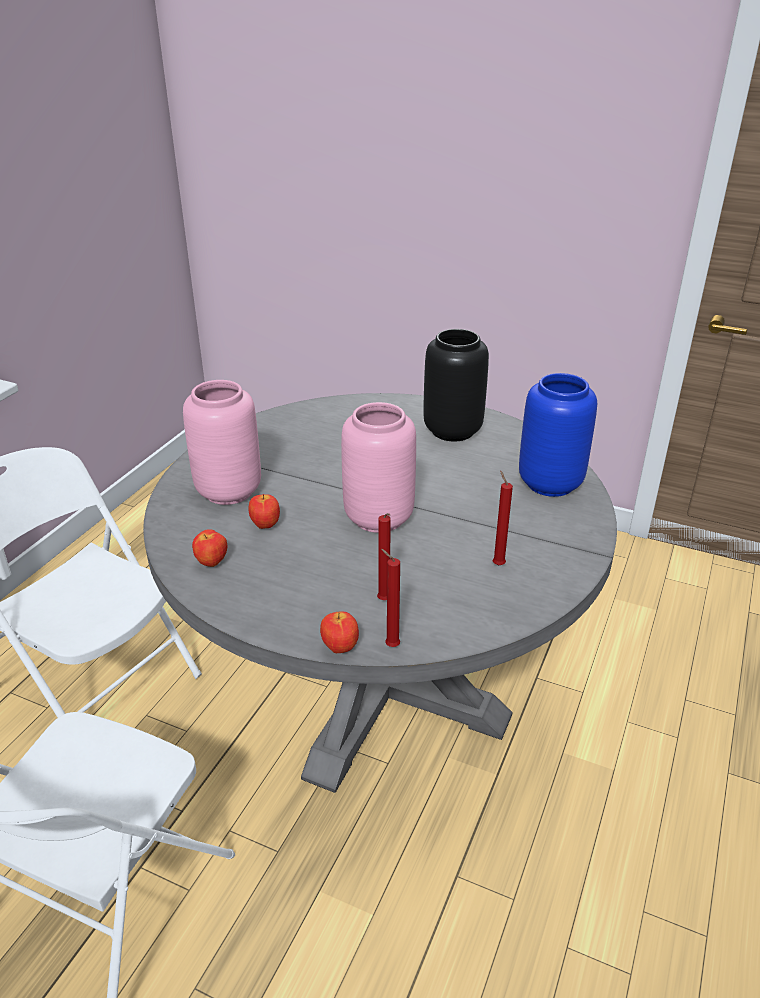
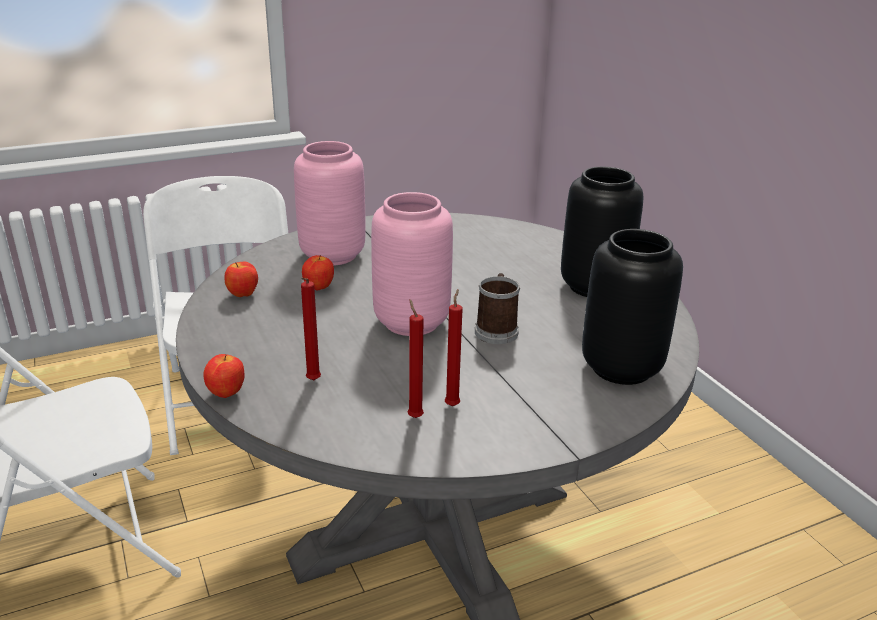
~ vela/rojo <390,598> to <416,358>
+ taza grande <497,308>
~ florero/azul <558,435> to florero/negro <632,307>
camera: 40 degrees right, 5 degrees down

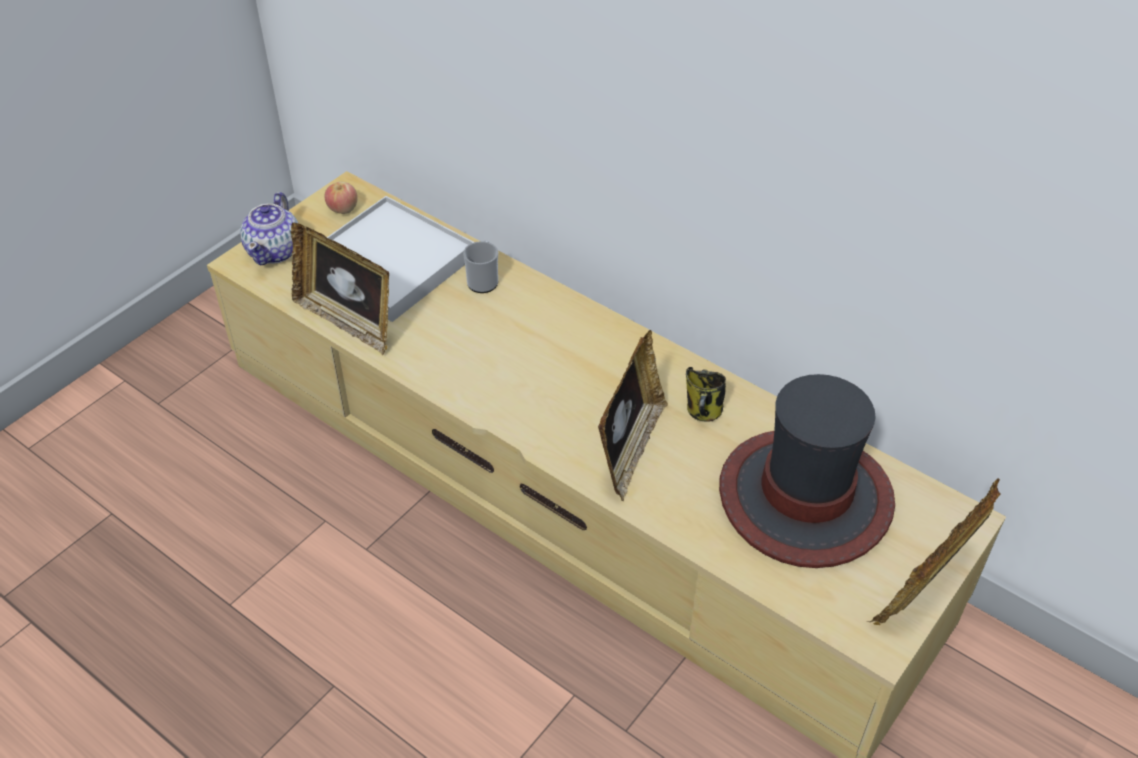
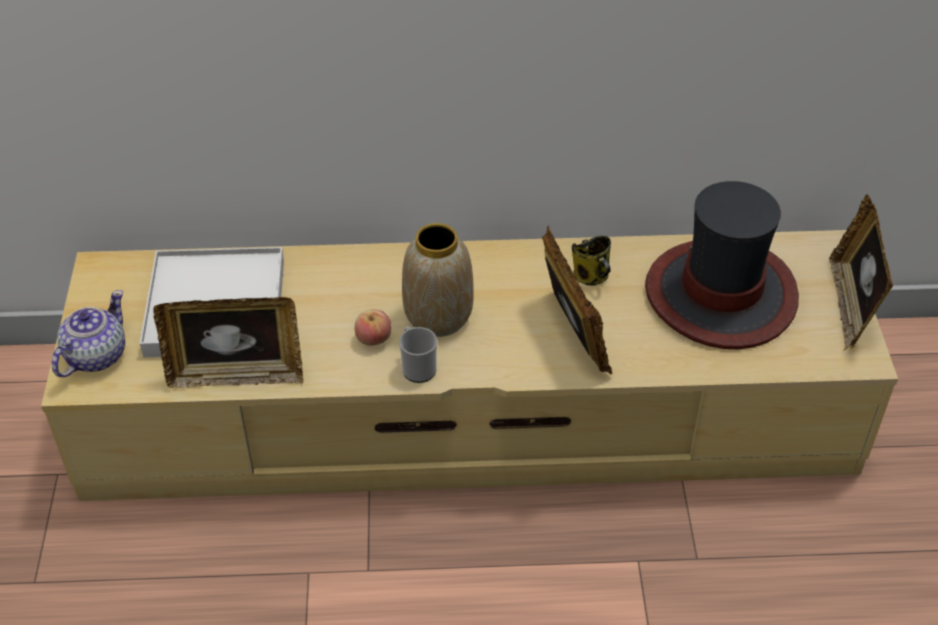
~ tetera <269,228> = <88,333> 120 degrees counterclockwise
~ manzana <341,197> to <373,327>
~ taza grande <480,266> to <418,355>
+ florero <438,280>
camera: 40 degrees left, 0 degrees up

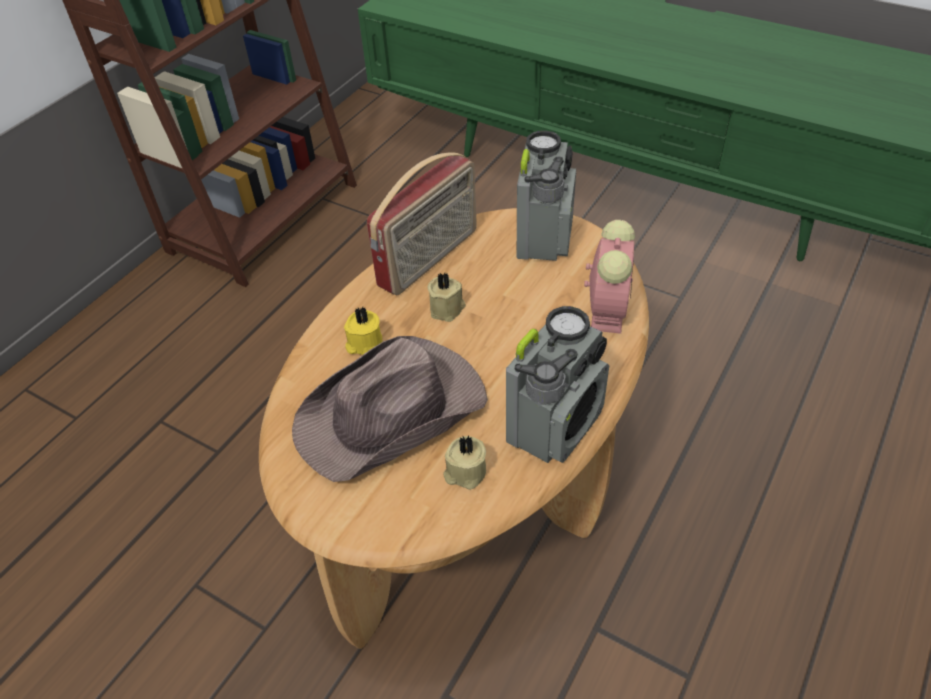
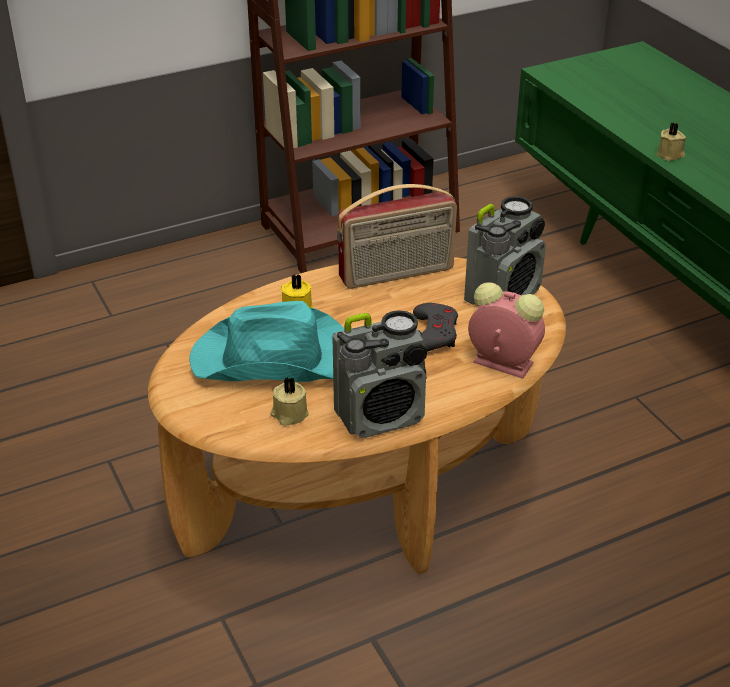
~ sombrero/marrón <390,409> to sombrero/turquesa <267,341>
+ mando de consola/gris <435,327>
~ despertador <609,277> = <506,330> 105 degrees counterclockwise
~ vela/beis <447,297> to <671,141>
camera: 30 degrees right, 10 degrees down

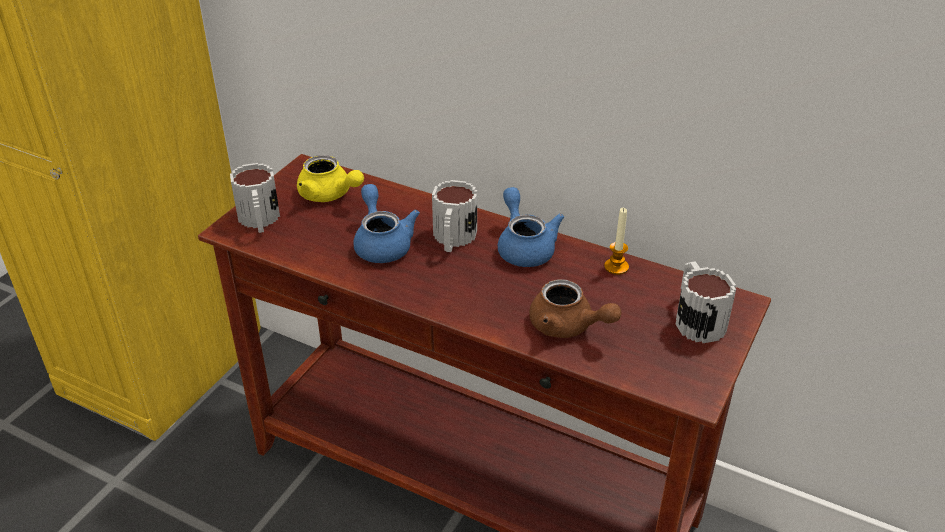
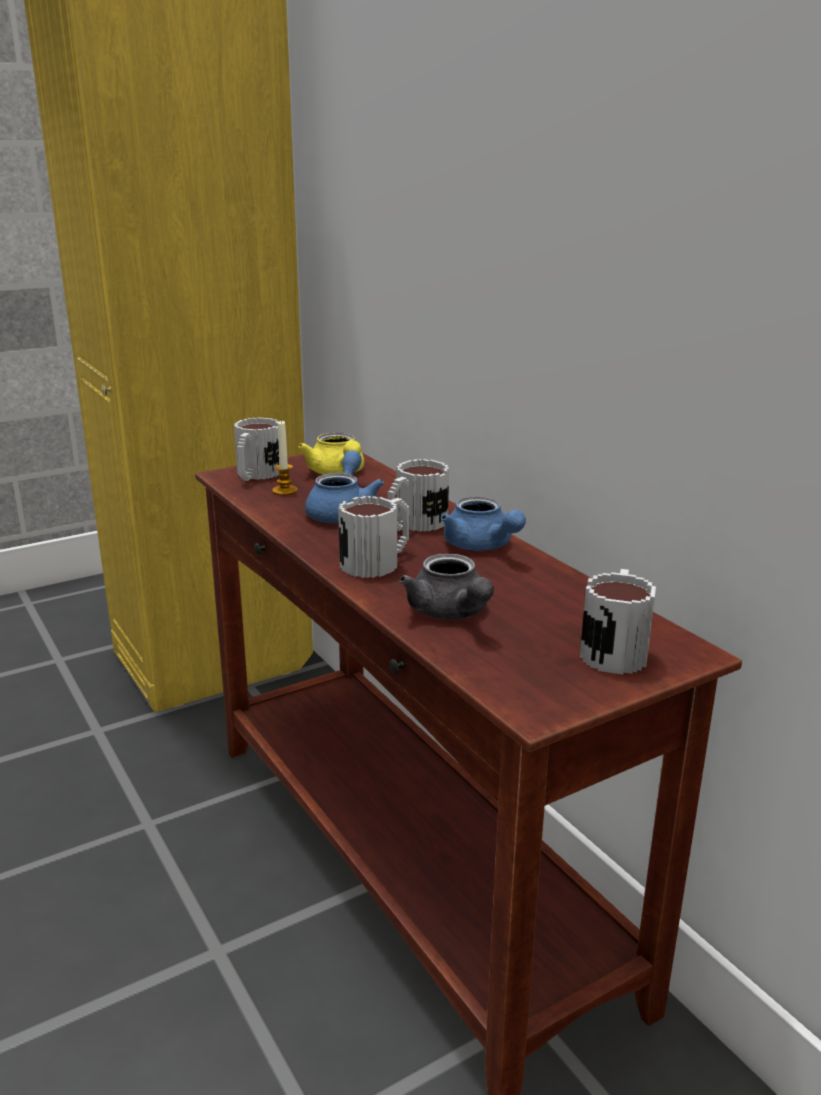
~ vela <616,241> to <285,457>
+ taza grande <373,537>
~ tetera/marrón <575,308> to tetera/gris <446,586>
~ tetera/azul <531,227> = <483,523> 135 degrees clockwise
camera: 30 degrees right, 15 degrees down

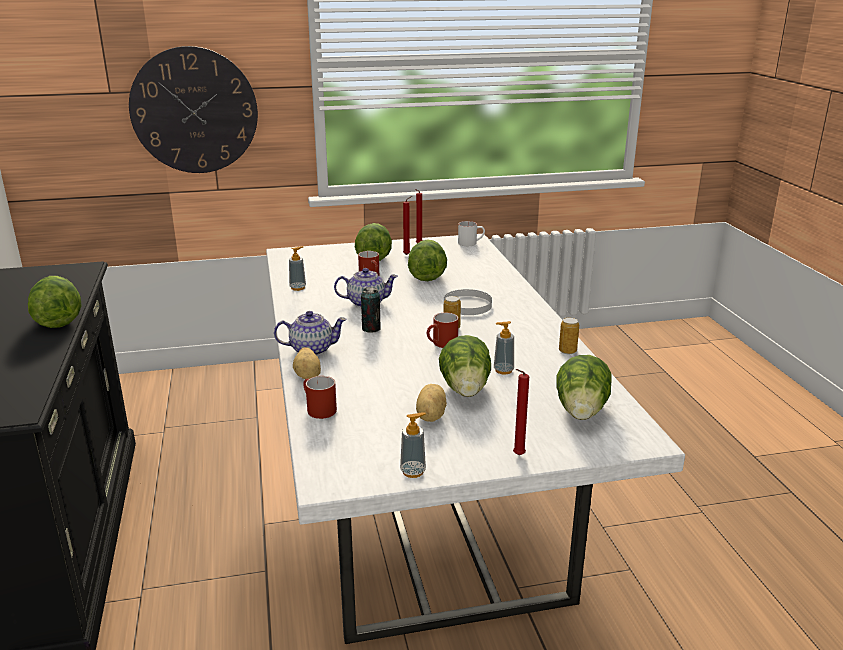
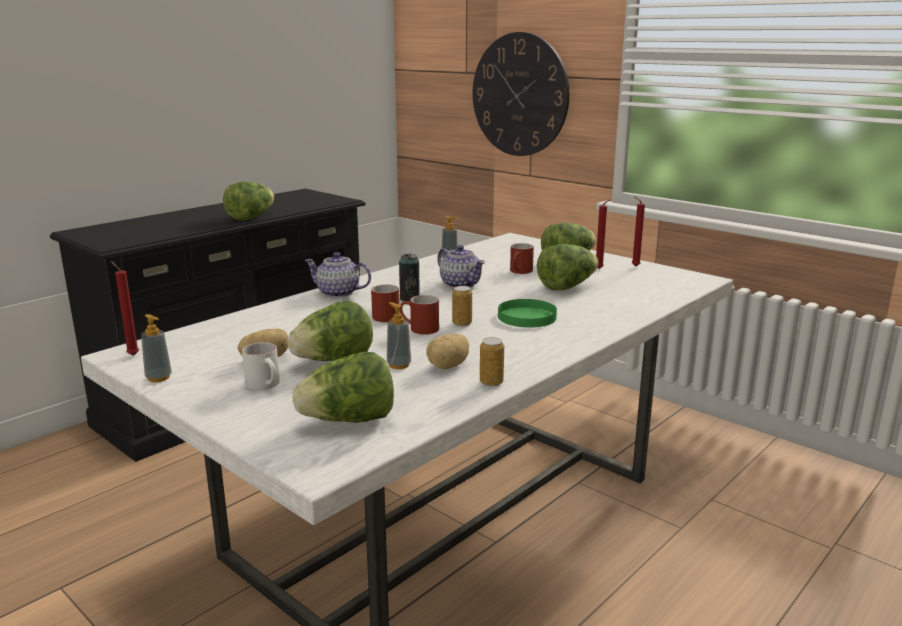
~ vela/rojo <521,412> to <125,308>
~ taza grande/blanco <471,233> to <261,366>
~ tetera <310,333> = <337,275> 150 degrees clockwise
~ taza grande/rojo <320,397> to <385,303>
~ patata <307,363> to <447,351>
~ plato/blanco <468,302> to plato/verde <527,313>
camera: 55 degrees right, 5 degrees down

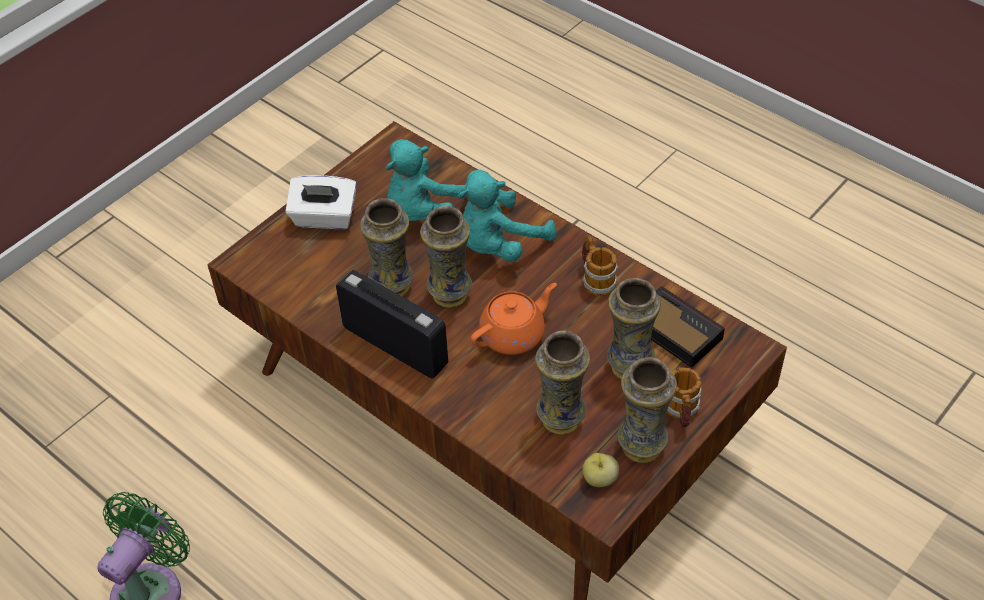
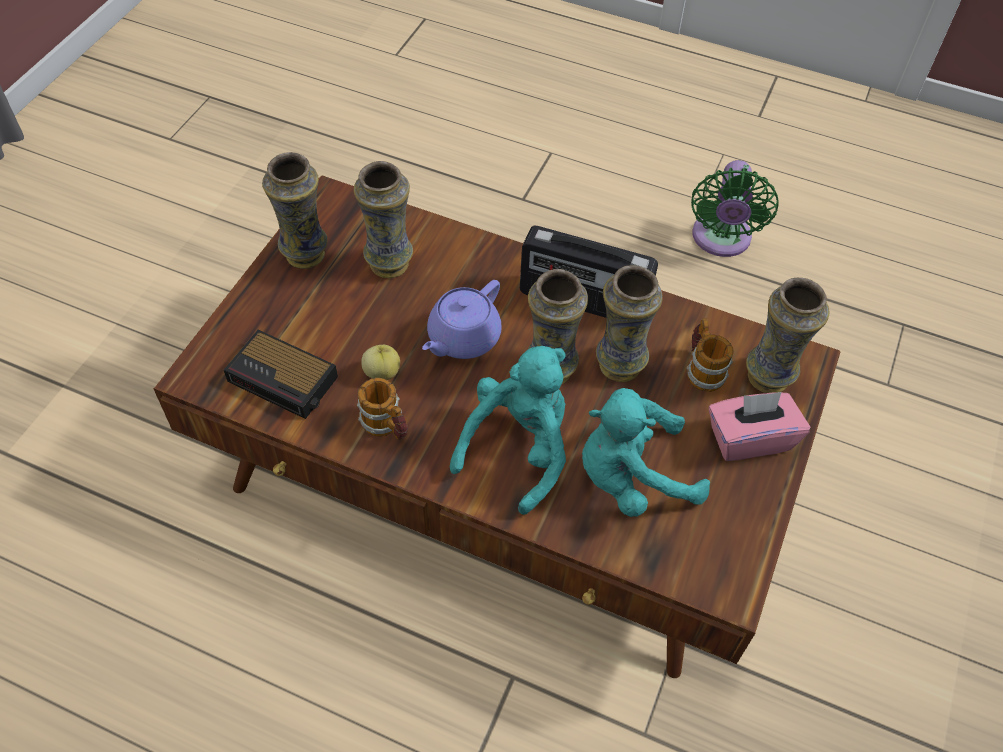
~ manzana <600,470> to <380,362>
~ tetera/naranja <513,319> to tetera/morado <462,319>
~ peluche/turquesa <426,180> = <646,452> 120 degrees counterclockwise
~ taza grande <684,397> to <710,355>
~ caja de pañuelos/blanco <321,202> to caja de pañuelos/rosa <759,426>
~ florero <634,328> to <787,335>
camera: 160 degrees right, 5 degrees up

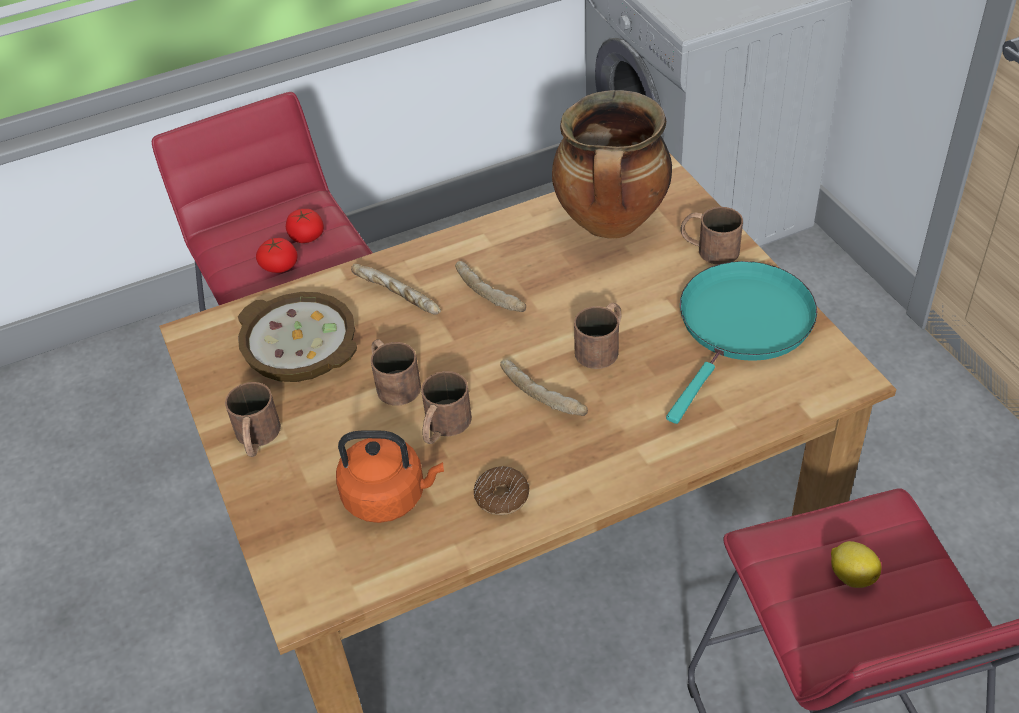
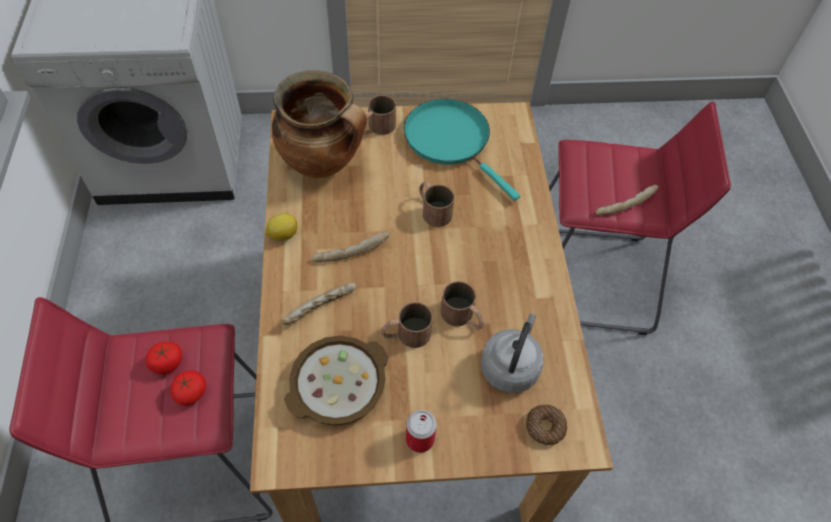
~ limón <856,564> to <281,227>
~ taza grande/marrón <253,419> to lata <421,431>
~ hervidor/naranja <390,476> to hervidor/gris <512,353>
~ rosquilla <501,490> to <546,425>
~ pan <544,387> to <627,200>
camera: 75 degrees left, 10 degrees up

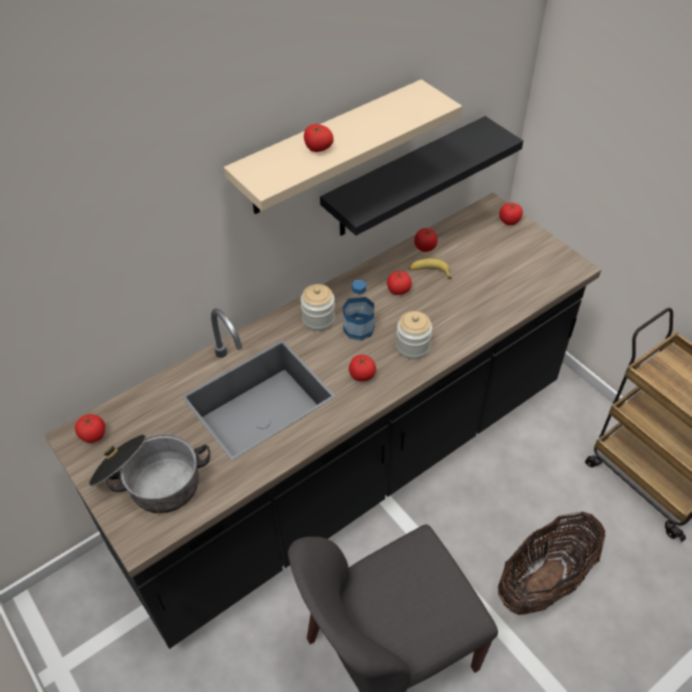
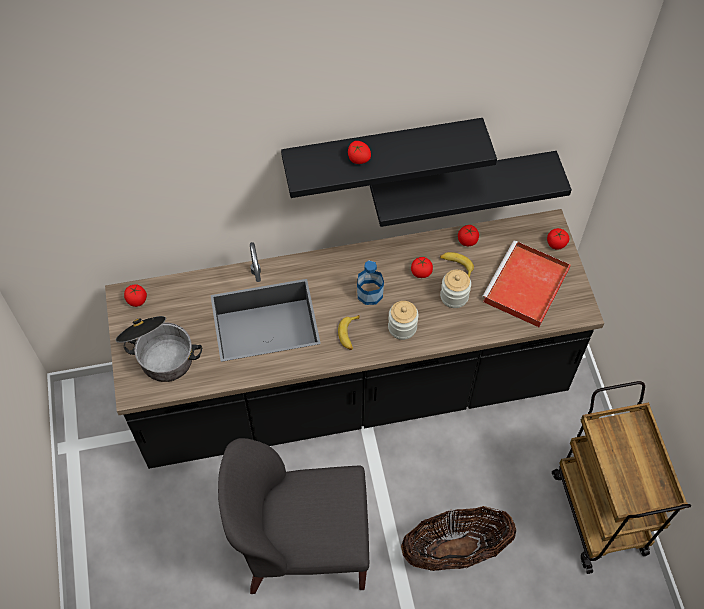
~ estante/beis <343,146> to estante/negro <389,158>
~ tomate <362,368> to plátano <349,332>
~ tarro <318,307> to <455,289>
+ bandeja/rojo <526,284>
camera: 25 degrees right, 10 degrees up

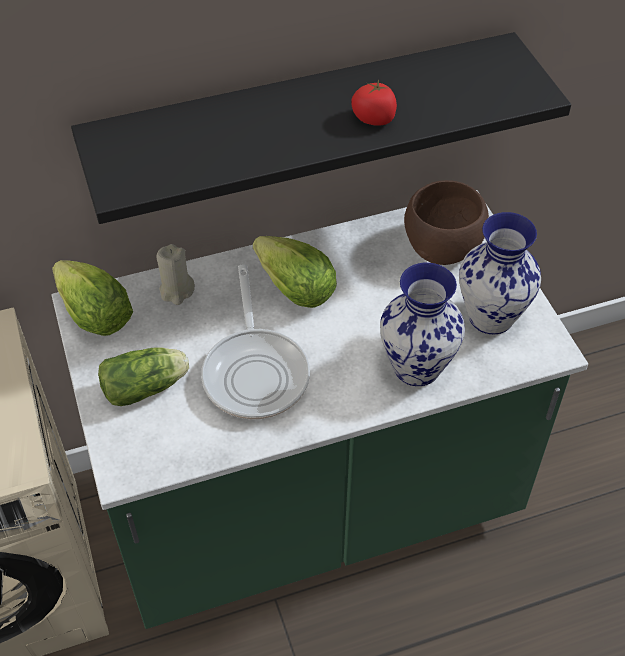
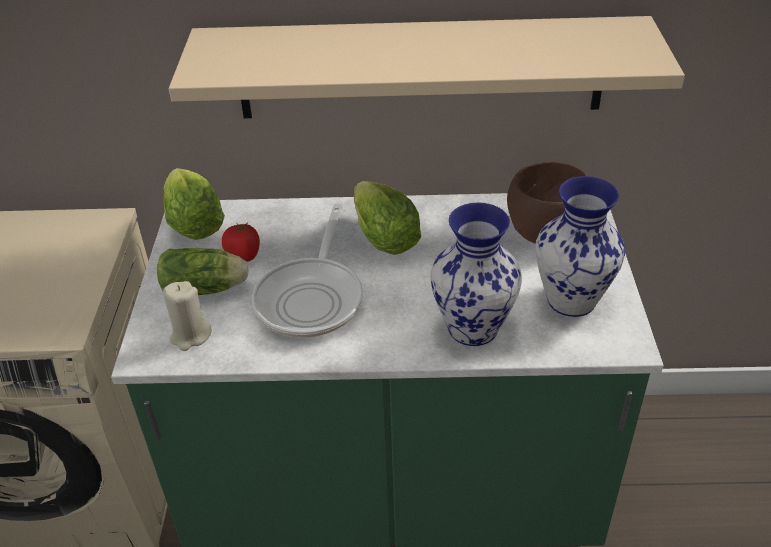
~ vela/beis <175,274> to <187,316>
~ estante/negro <321,128> to estante/beis <427,67>
~ tomate <374,103> to <241,242>
camera: 20 degrees right, 10 degrees down

